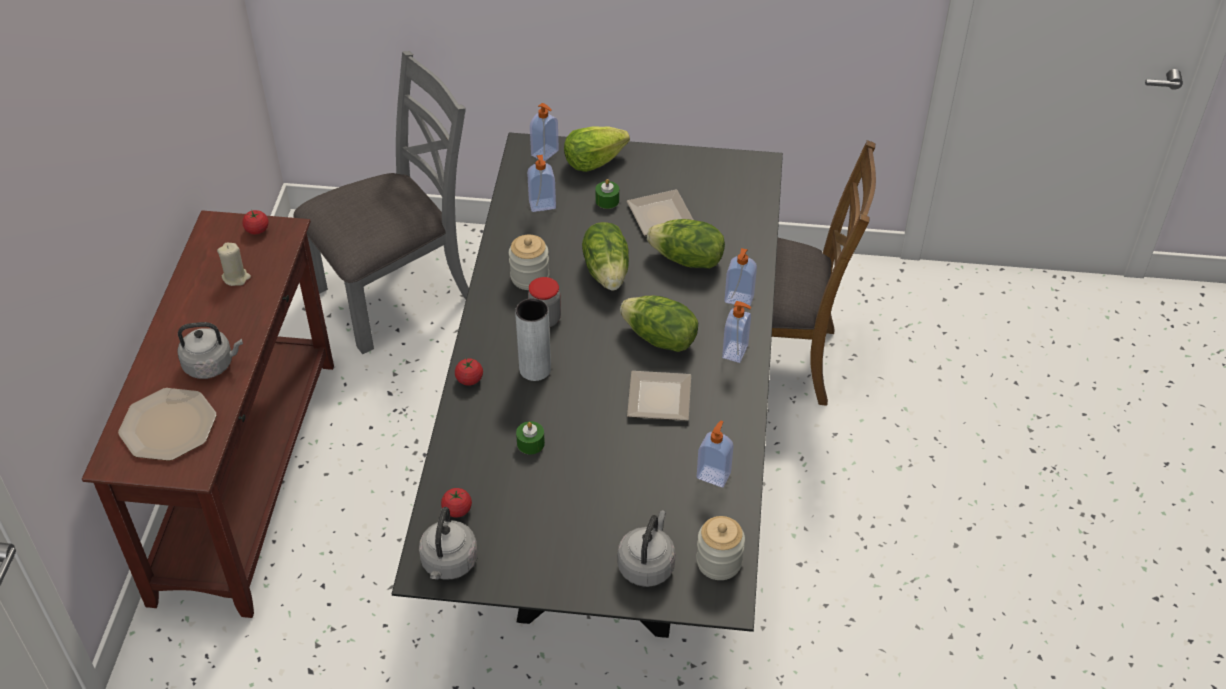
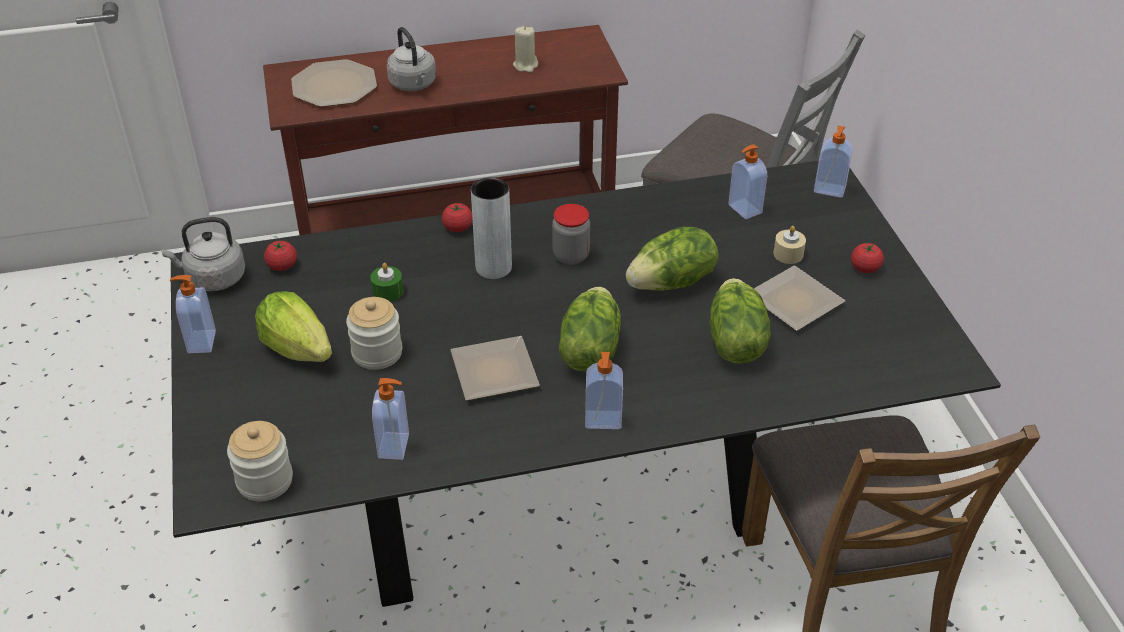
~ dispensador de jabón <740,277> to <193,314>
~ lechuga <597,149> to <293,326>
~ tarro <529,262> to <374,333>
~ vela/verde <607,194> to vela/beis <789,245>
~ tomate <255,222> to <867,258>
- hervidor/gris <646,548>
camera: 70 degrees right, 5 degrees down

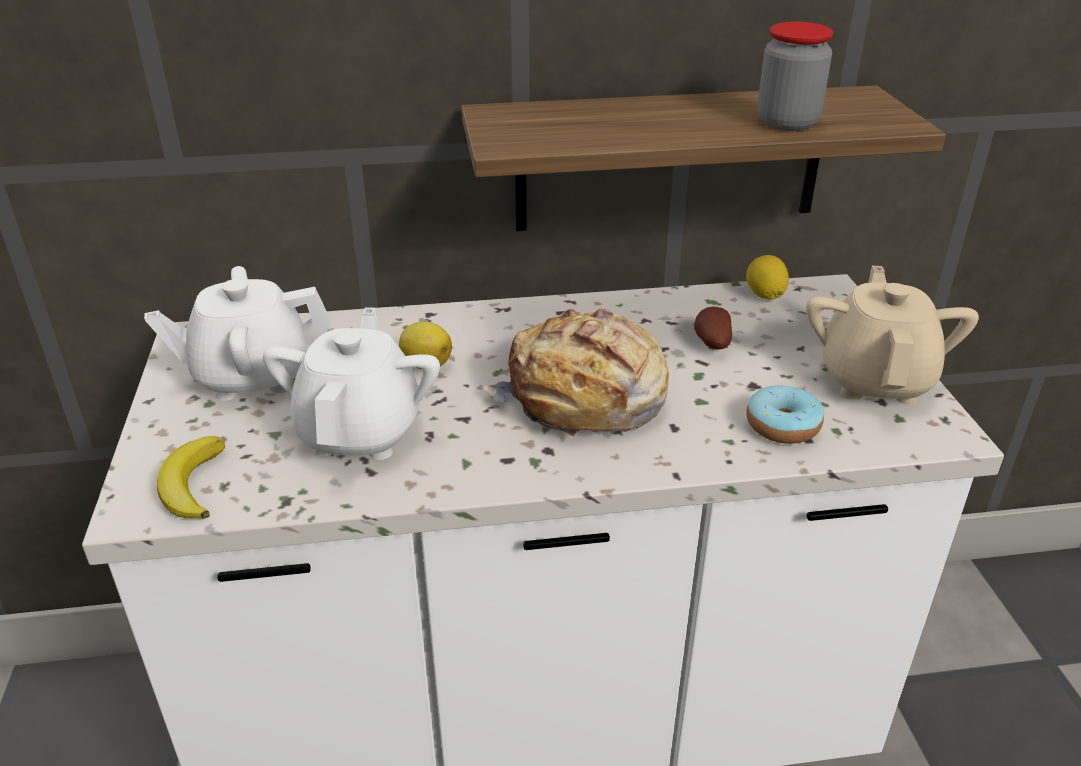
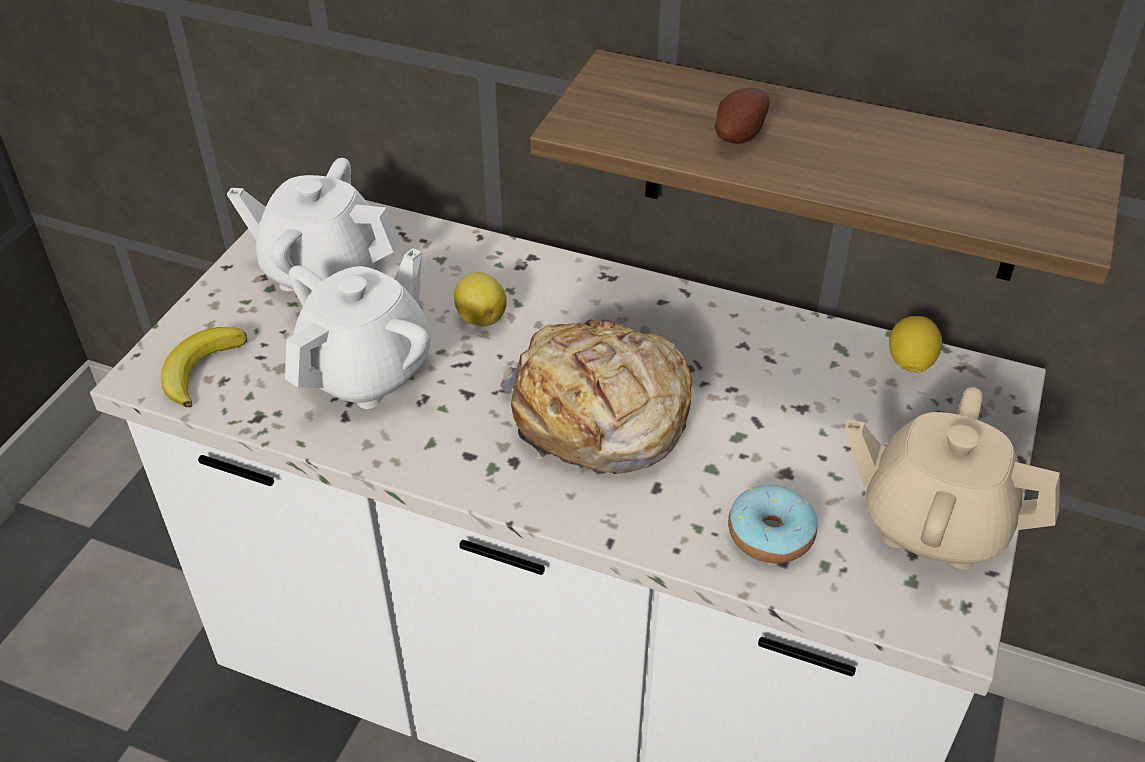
~ patata <713,328> to <742,116>
~ tetera/beis <892,335> = <952,478> 105 degrees counterclockwise
- tarro <795,76>
camera: 30 degrees right, 10 degrees up

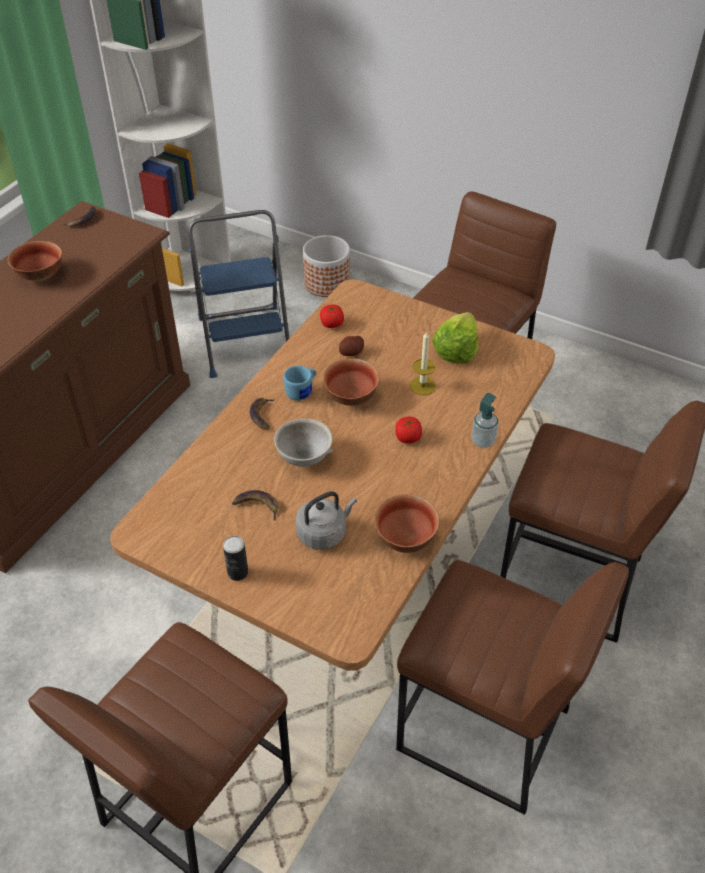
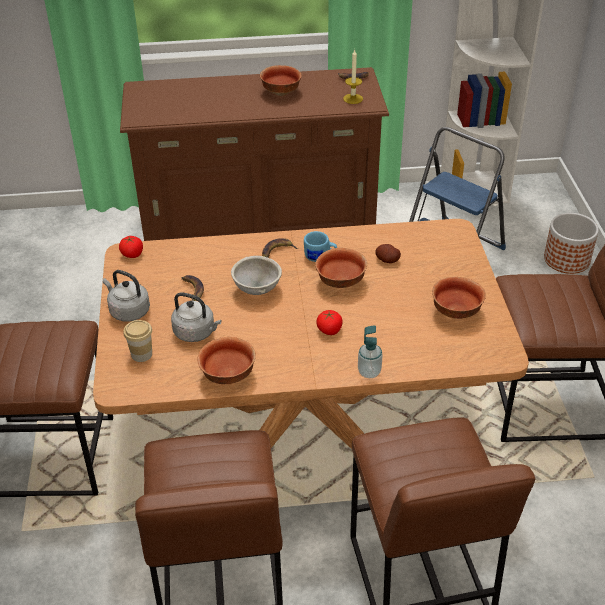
~ lata <235,558> to hervidor/gris <126,296>
~ tomate <332,316> to <131,247>
+ taza <137,341>
~ vela <422,363> to <353,77>
~ lechuga <455,338> to cuenco <459,298>
camera: 55 degrees right, 5 degrees down

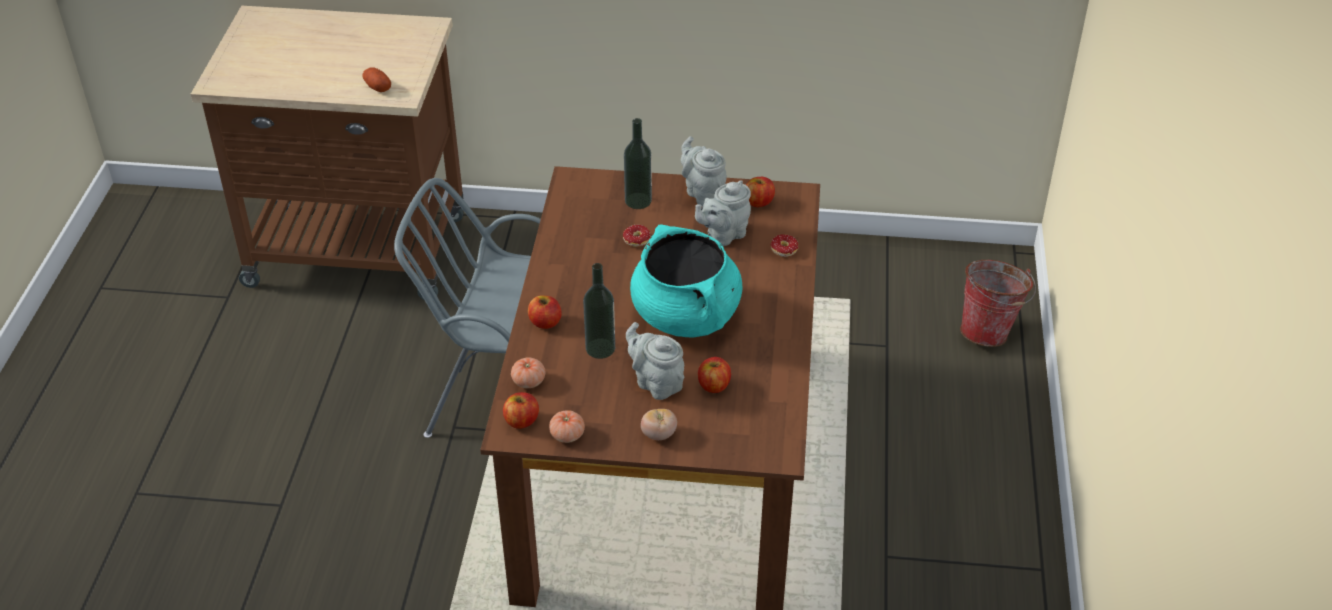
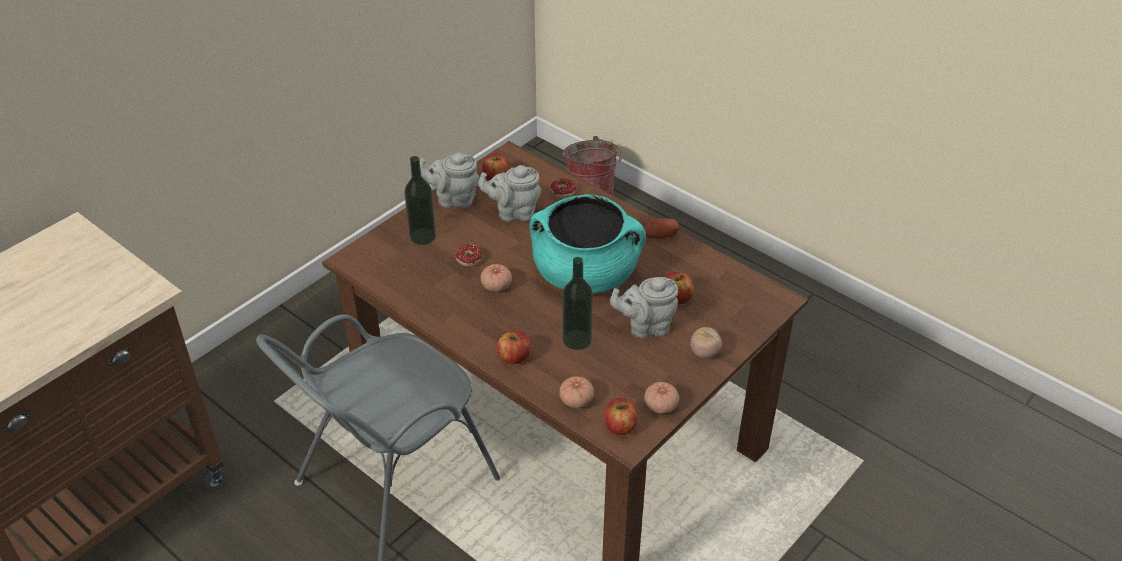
~ tetera/gris <723,213> = <510,193> 90 degrees clockwise
+ tomate <496,278>
~ patata <376,79> to <660,228>
camera: 55 degrees left, 0 degrees up

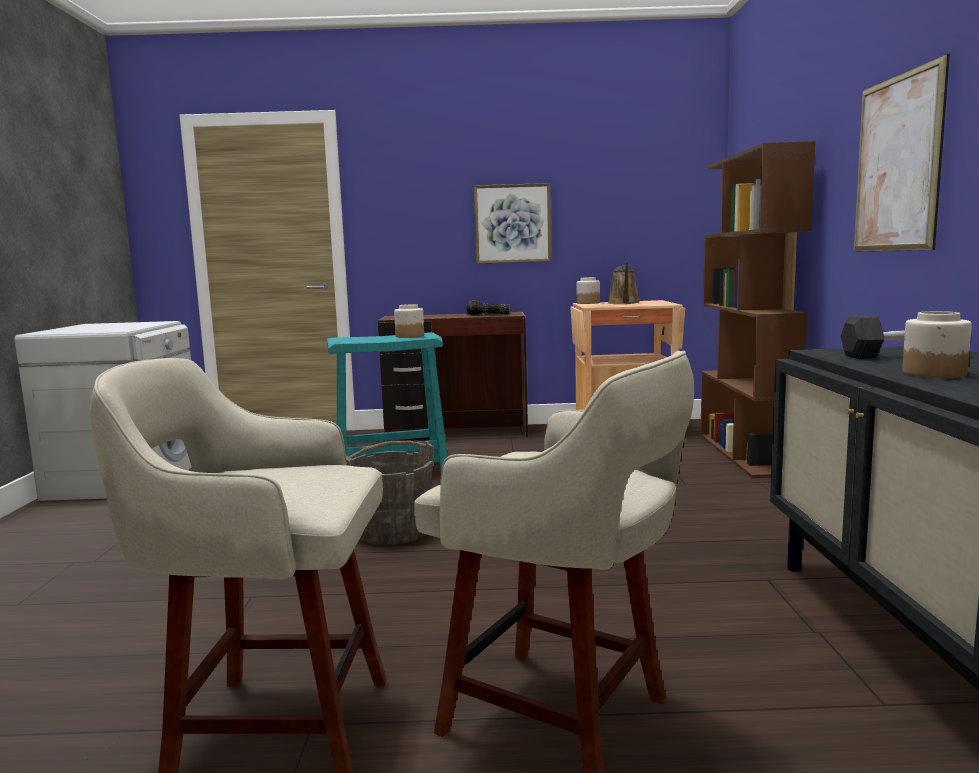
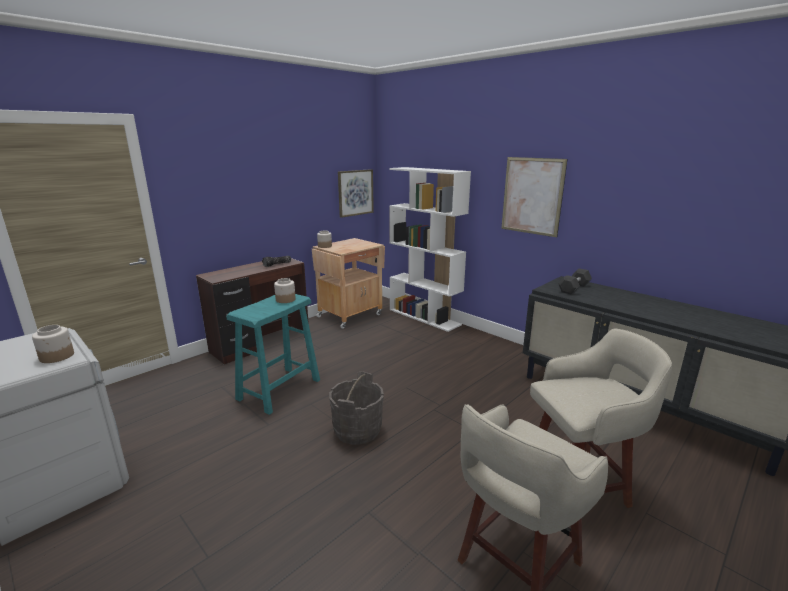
~ tarro <937,344> to <53,344>
~ cuadro <512,223> to <356,193>
~ estantería/marrón <757,309> to estantería/blanco <430,249>
- regadera/marrón <623,283>
camera: 45 degrees left, 10 degrees up

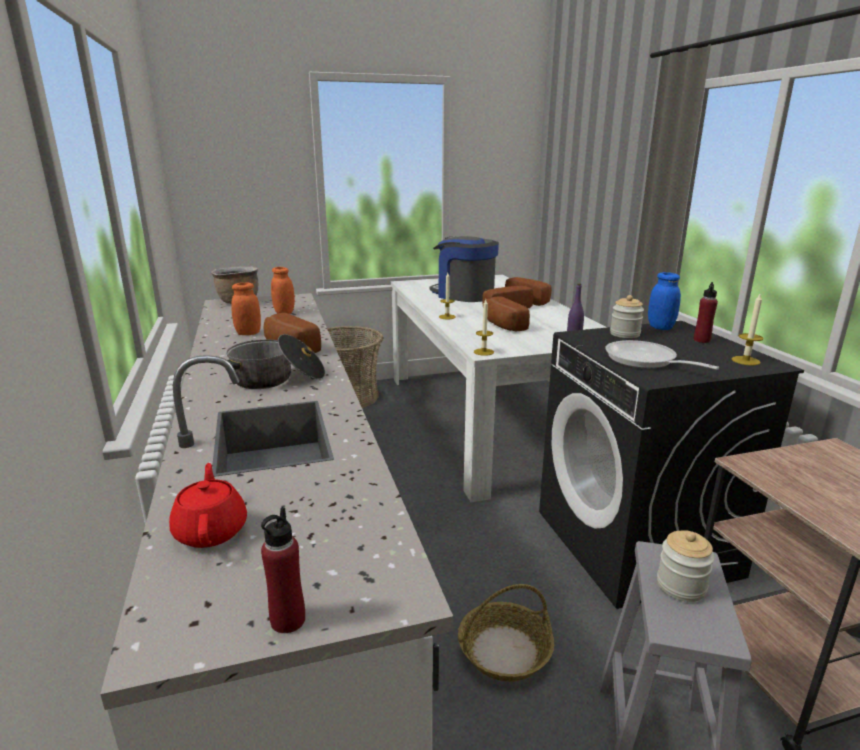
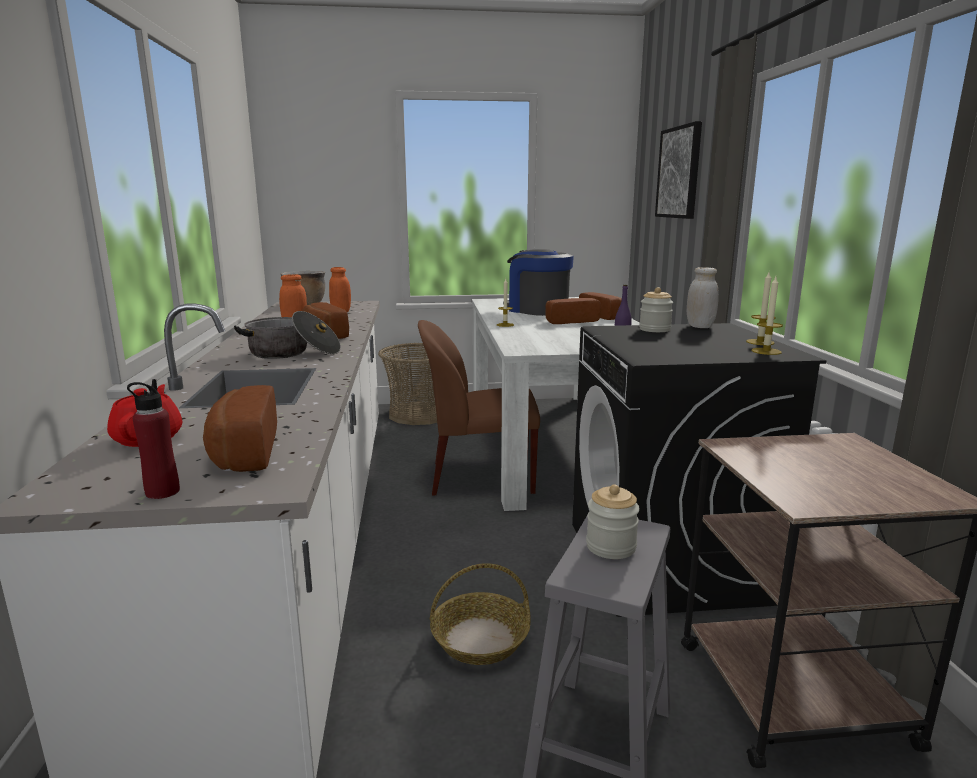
~ pan <508,314> to <240,428>
+ silla/marrón <479,407>
+ cuadro <678,170>
~ tarro/azul <664,301> to tarro/blanco <703,297>
~ vela <484,328> to <761,308>
- sartén <662,355>
- botella/rojo <705,312>
camera: 10 degrees right, 5 degrees down

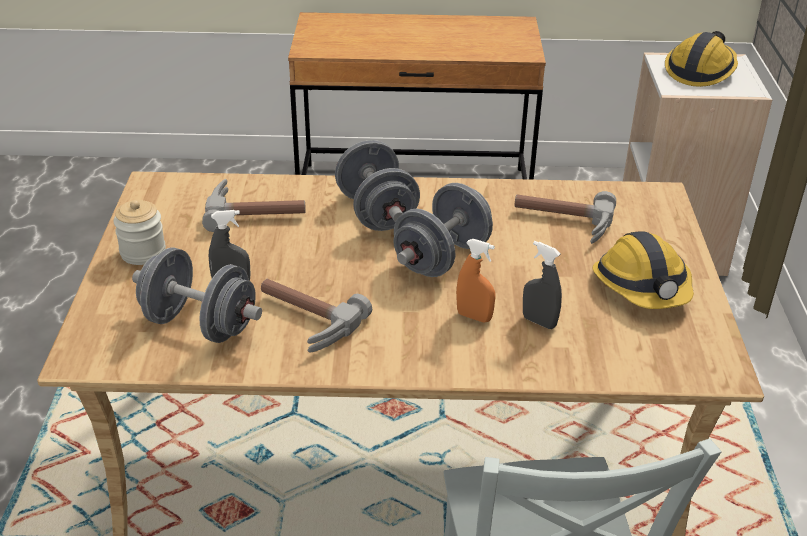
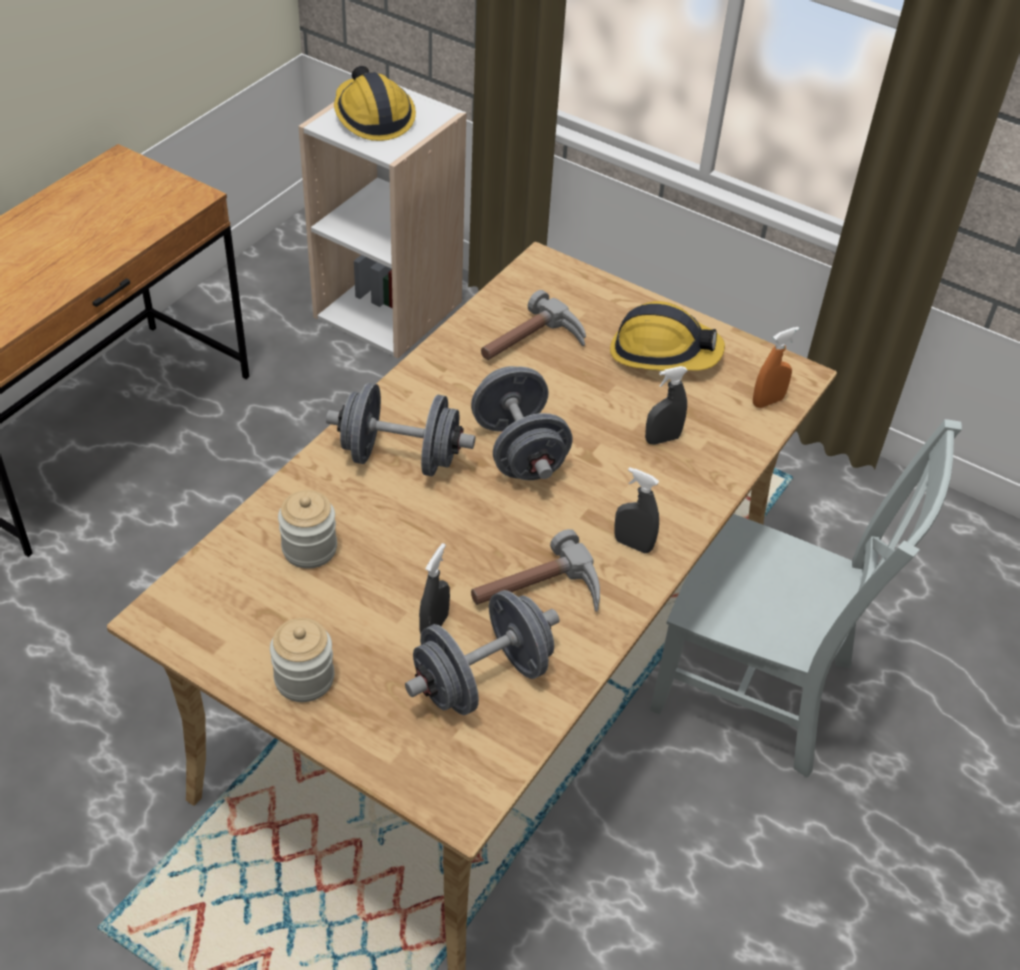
~ martillo <254,205> to tarro <307,529>
+ pulverizador/gris <636,510>
~ pulverizador/naranja <475,280> to <776,367>
camera: 60 degrees left, 10 degrees up

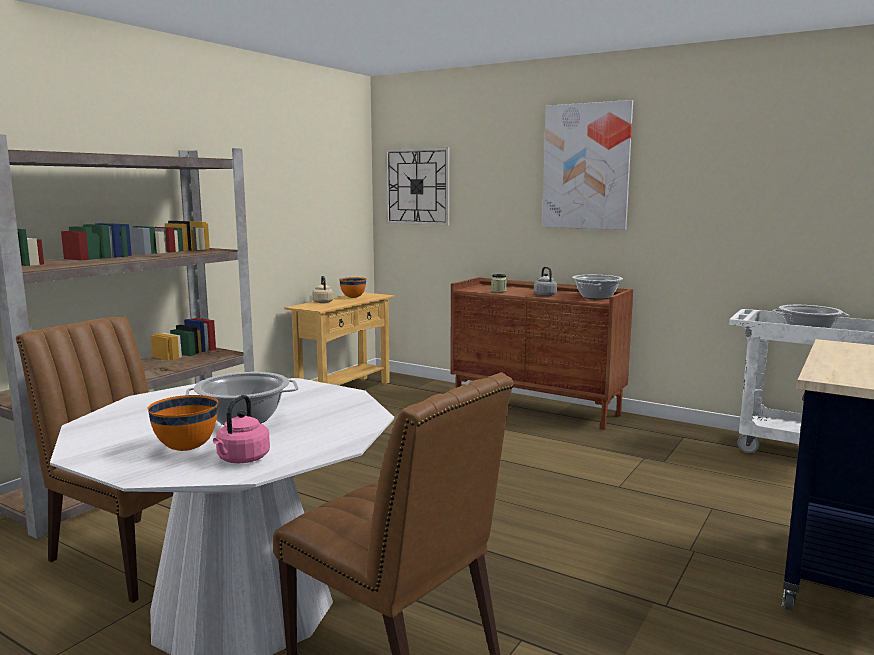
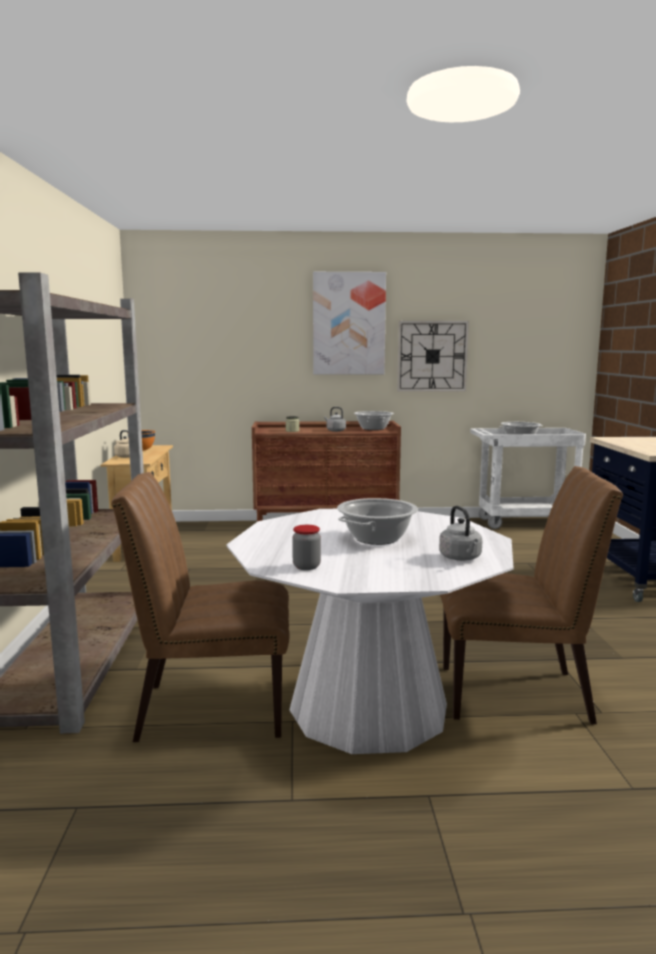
+ tarro <306,547>
~ reloj de pared <417,186> to <433,356>
~ hervidor/rosa <241,429> to hervidor/gris <461,533>
- cuenco/naranja <182,423>
camera: 35 degrees left, 0 degrees up

